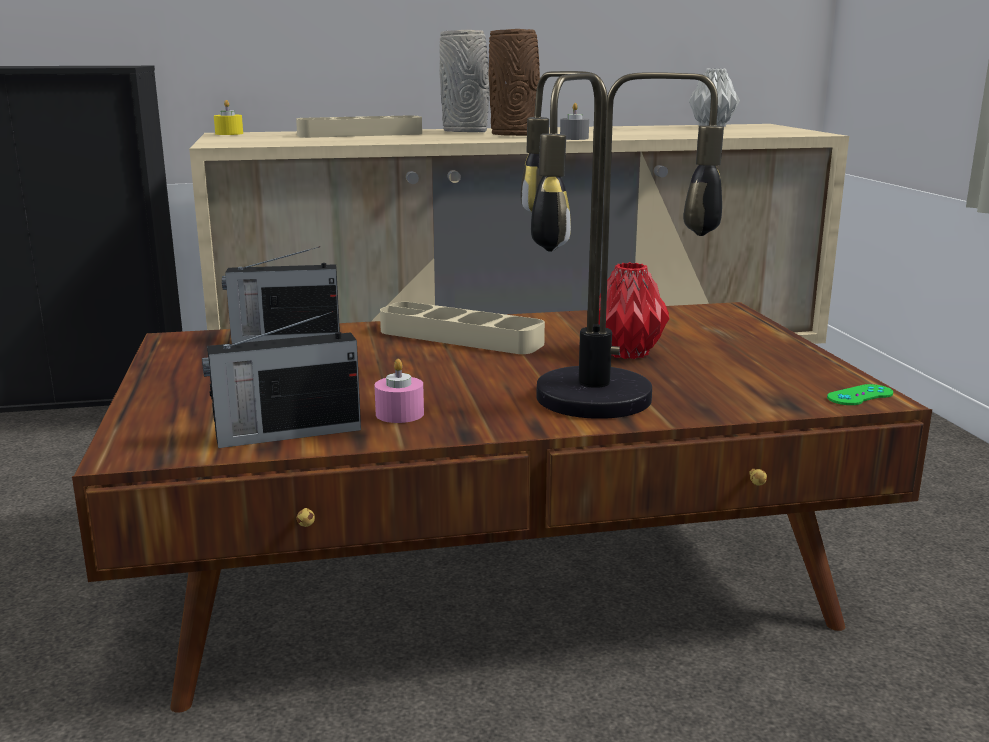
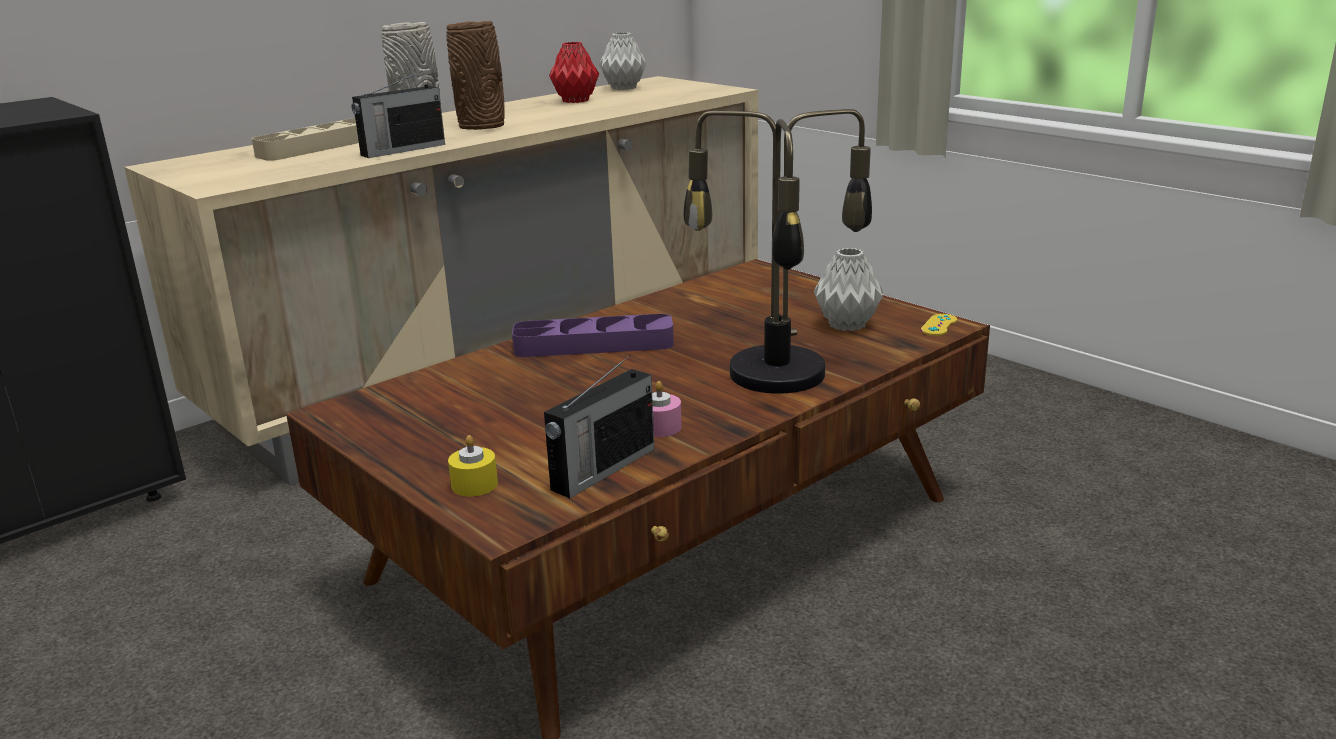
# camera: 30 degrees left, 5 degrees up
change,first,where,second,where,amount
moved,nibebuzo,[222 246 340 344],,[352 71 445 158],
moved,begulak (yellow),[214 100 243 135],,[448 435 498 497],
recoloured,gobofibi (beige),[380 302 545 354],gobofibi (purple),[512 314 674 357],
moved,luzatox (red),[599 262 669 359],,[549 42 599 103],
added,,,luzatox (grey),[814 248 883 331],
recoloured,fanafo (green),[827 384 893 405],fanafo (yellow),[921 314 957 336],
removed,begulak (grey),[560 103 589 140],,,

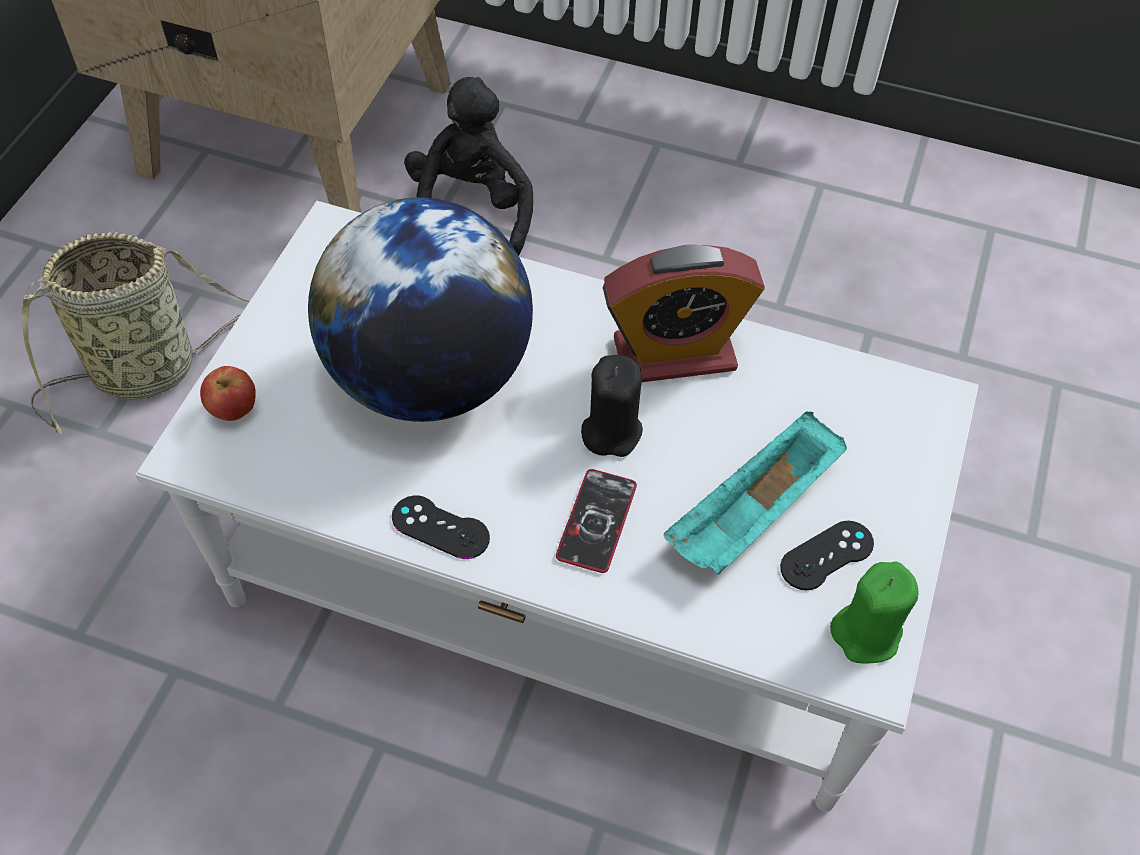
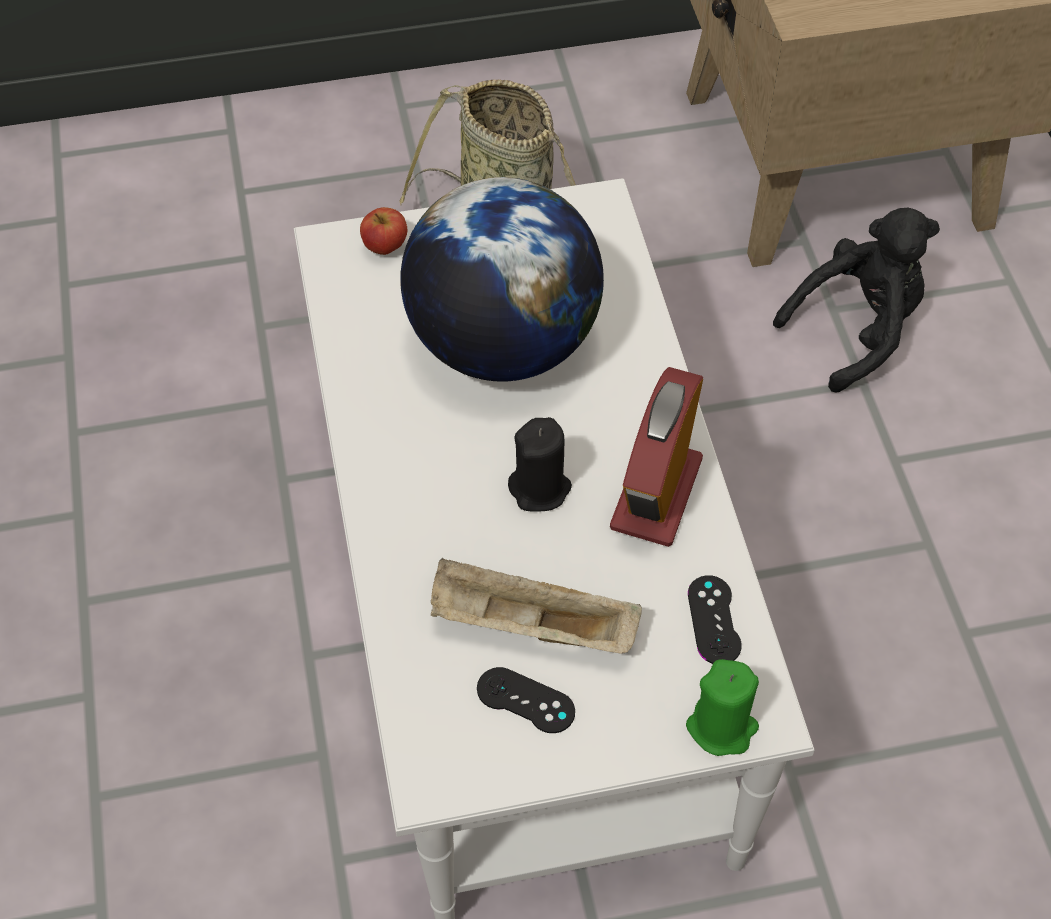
# camera: 60 degrees right, 0 degrees up
change,first,where,second,where,amount
recoloured,gobofibi (turquoise),[663 411 847 575],gobofibi (beige),[431 558 642 654],
turned,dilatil,[603 245 765 382],,[610 367 703 547],60 degrees clockwise
moved,begulak (green),[830 561 919 663],,[686 659 759 756],
moved,fanafo (black),[392 496 490 559],,[688 575 742 664],
removed,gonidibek,[556 469 637 573],,,

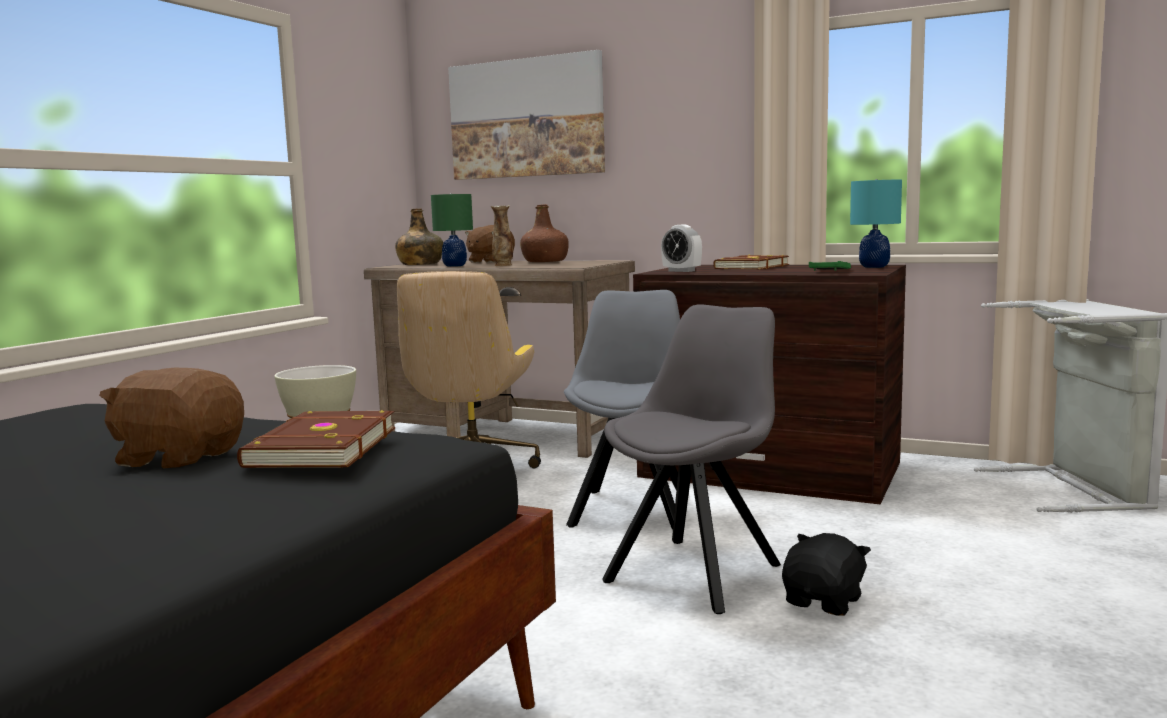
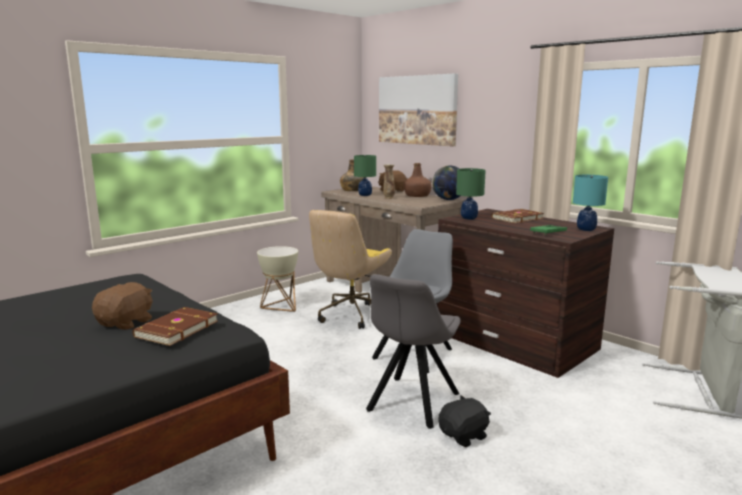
# camera: 20 degrees right, 5 degrees up
change,first,where,second,where,amount
turned,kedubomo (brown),[99 368 244 469],,[92 282 153 329],75 degrees clockwise
turned,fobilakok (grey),[602 304 781 614],,[366 274 461 429],150 degrees clockwise
added,,,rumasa,[432 165 460 200],
replaced,dilatil,[661 225 702 272],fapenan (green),[456 168 486 220],

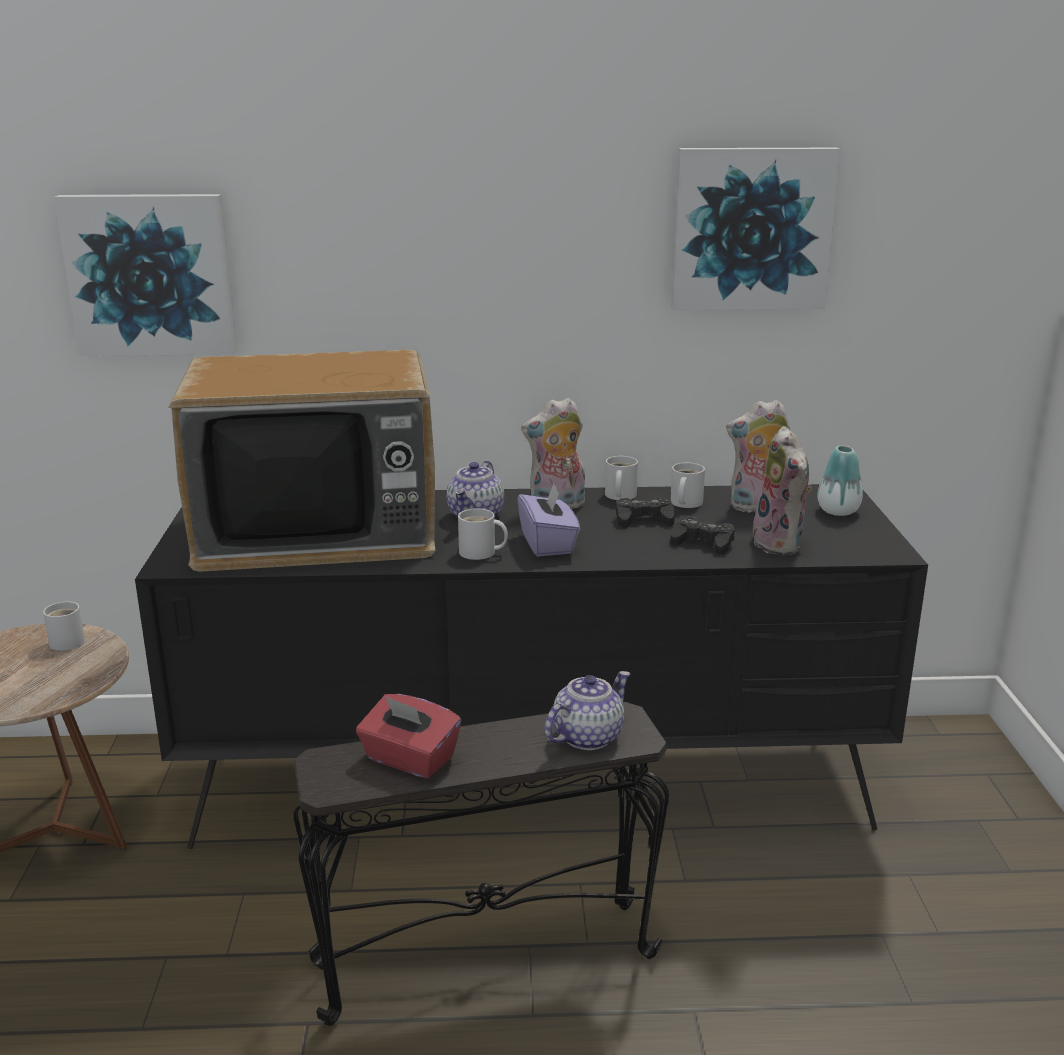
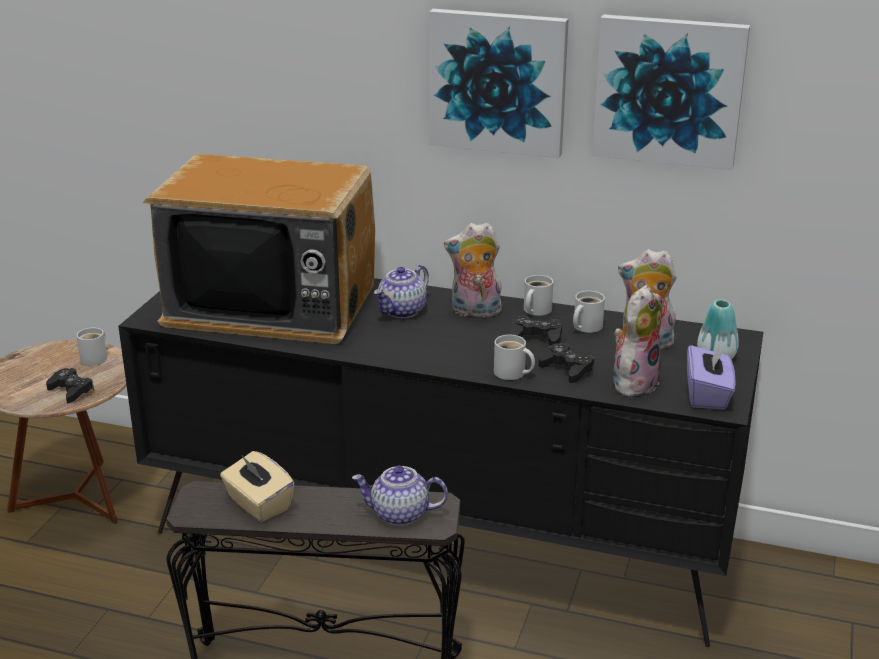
# camera: 20 degrees right, 5 degrees up
change,first,where,second,where,amount
added,,,fanafo (black),[46 368 94 403],
recoloured,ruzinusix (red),[356 694 461 778],ruzinusix (beige),[220 451 294 522],
turned,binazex,[544 671 631 750],,[352 466 448 526],150 degrees counterclockwise
moved,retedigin,[54 194 237 356],,[429 9 569 158],
moved,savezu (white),[458 508 508 560],,[494 335 535 380],
turned,kedubomo,[753 426 812 555],,[613 285 662 397],150 degrees counterclockwise
moved,ruzinusix (purple),[517 483 580 557],,[687 342 736 409],

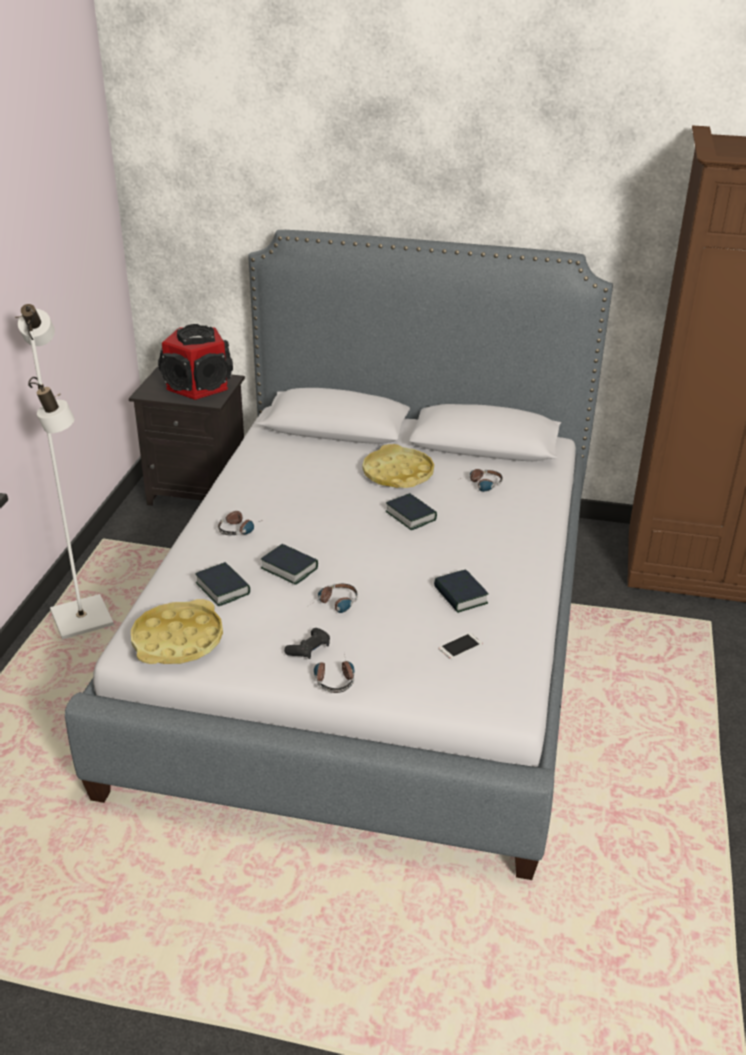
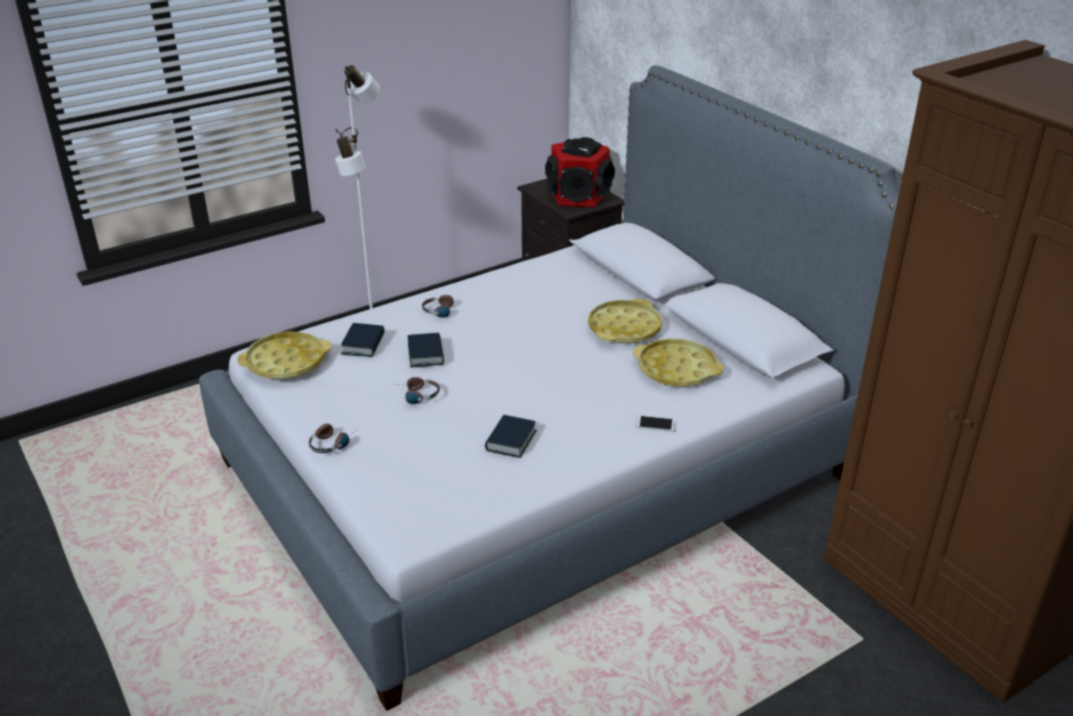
# camera: 45 degrees right, 0 degrees up
change,first,where,second,where,amount
replaced,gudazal,[460 469 503 492],gobofibi (yellow),[633 339 724 387],
moved,gonidibek,[439 633 483 659],,[636 415 676 432],
removed,fanafo (black),[284 628 330 659],,,
removed,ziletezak,[386 493 437 530],,,

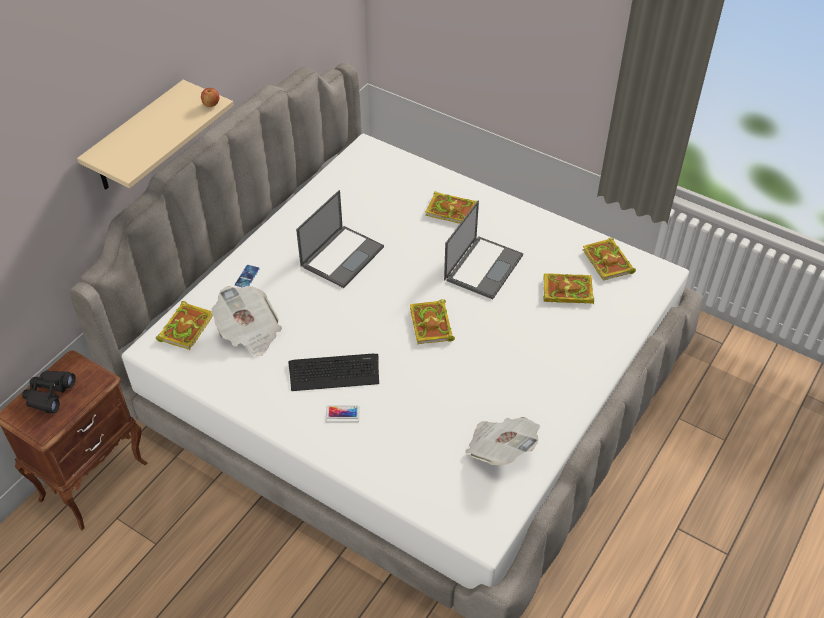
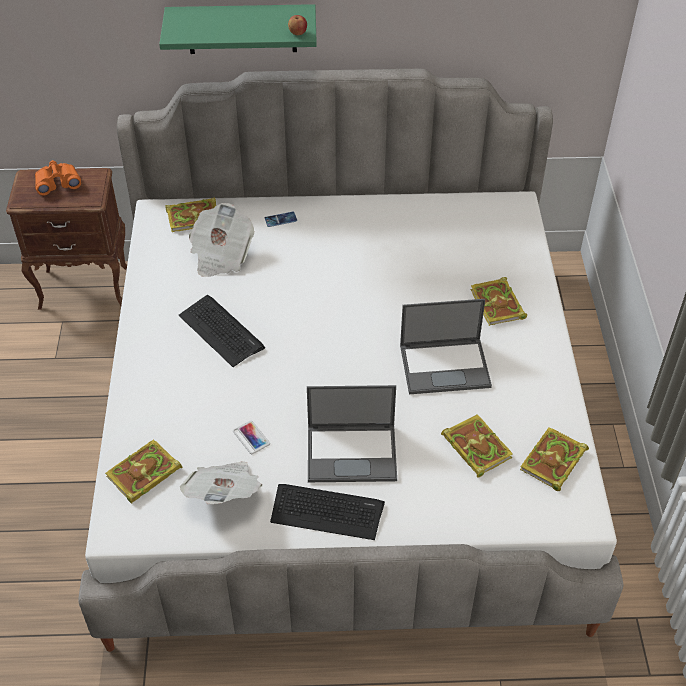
# camera: 55 degrees right, 0 degrees up
change,first,where,second,where,amount
recoloured,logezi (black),[22 370 76 414],logezi (orange),[35 160 81 196],
moved,ziletezak,[410 299 455 344],,[105 439 182 504],
recoloured,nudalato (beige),[77 80 234 190],nudalato (green),[159 4 317 54],
moved,gonidibek,[326 405 360 423],,[233 420 270 454],
added,,,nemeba,[270 484 385 540],
moved,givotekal,[296 190 384 288],,[307 385 397 482],

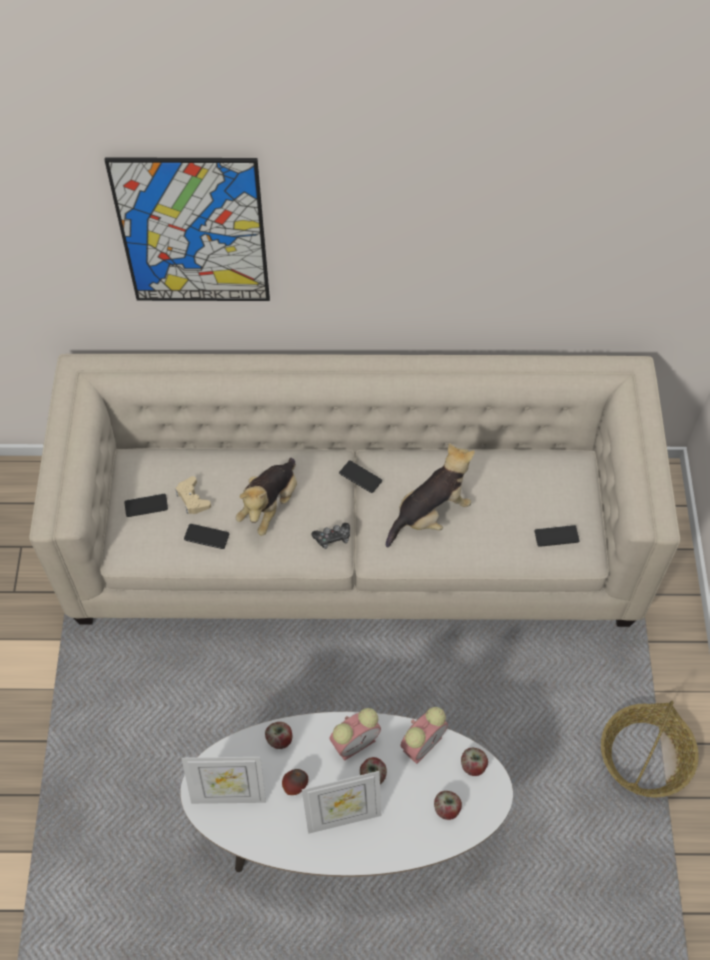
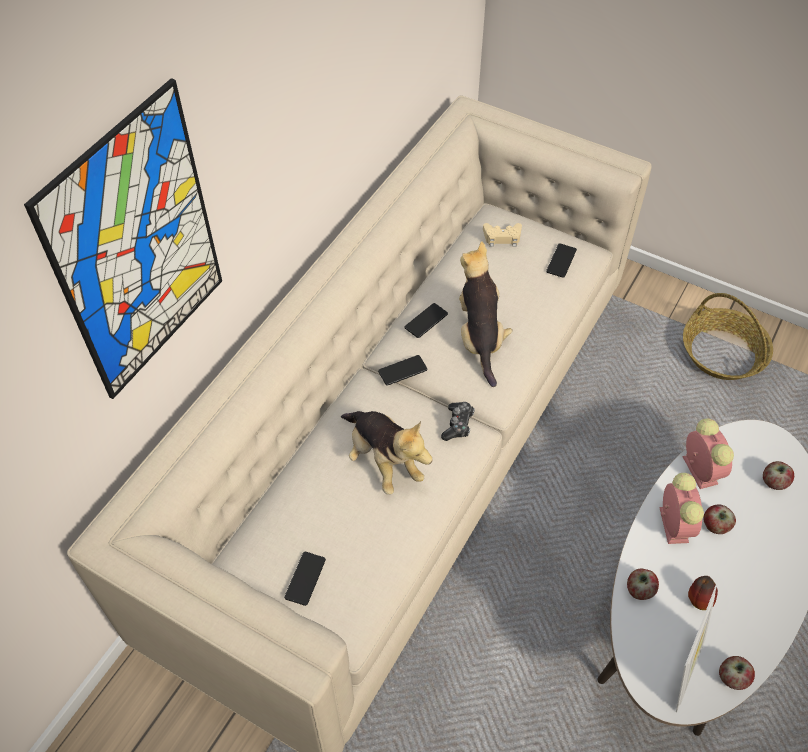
# camera: 60 degrees left, 5 degrees down
change,first,where,second,where,amount
moved,gonidibek,[184 524 229 549],,[404 303 448 338],
moved,fanafo (beige),[175 476 211 514],,[483 223 522 246],
moved,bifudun,[461 748 488 776],,[719 656 755 690],
removed,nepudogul,[302 771 382 834],,,

